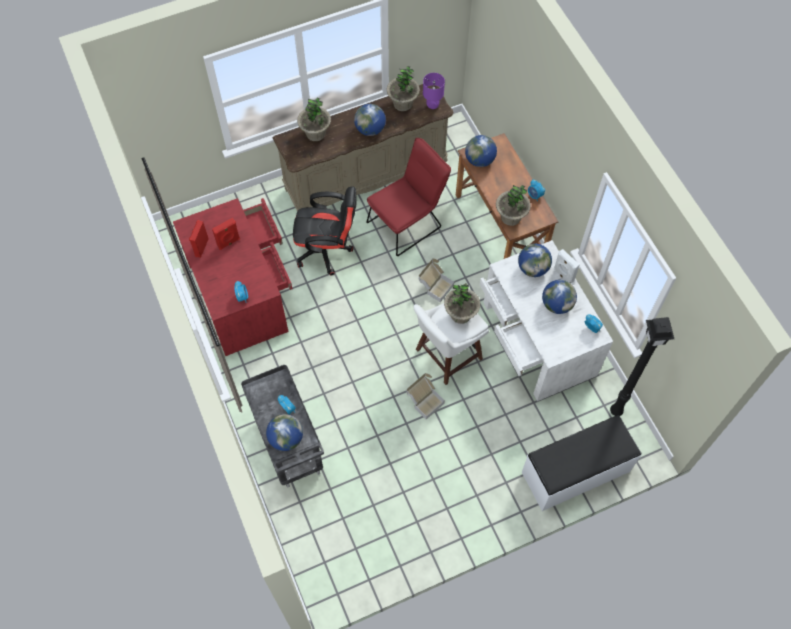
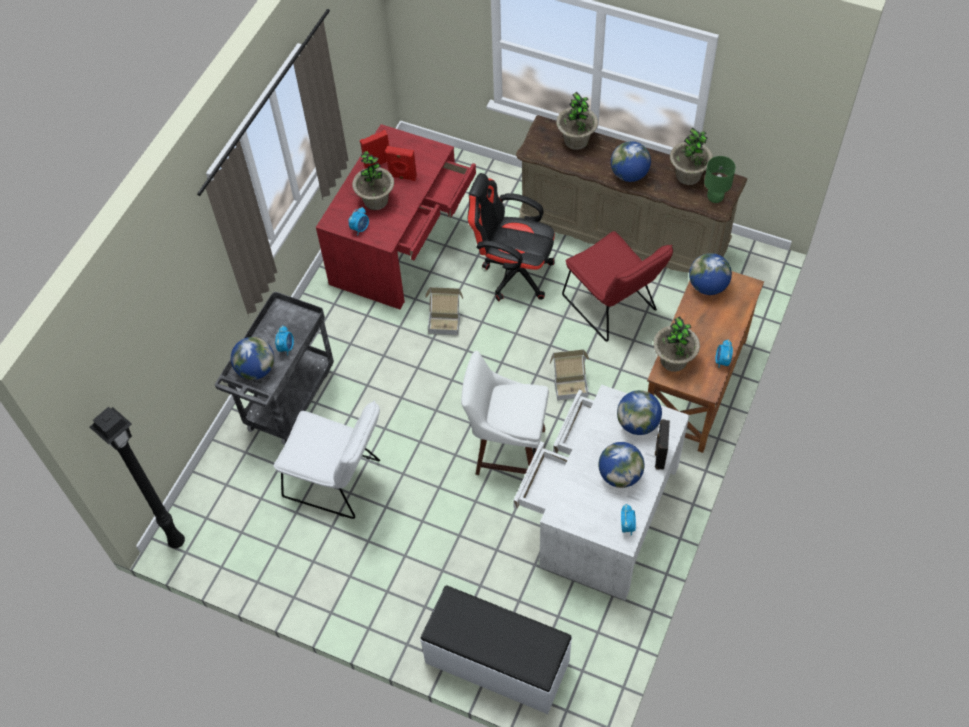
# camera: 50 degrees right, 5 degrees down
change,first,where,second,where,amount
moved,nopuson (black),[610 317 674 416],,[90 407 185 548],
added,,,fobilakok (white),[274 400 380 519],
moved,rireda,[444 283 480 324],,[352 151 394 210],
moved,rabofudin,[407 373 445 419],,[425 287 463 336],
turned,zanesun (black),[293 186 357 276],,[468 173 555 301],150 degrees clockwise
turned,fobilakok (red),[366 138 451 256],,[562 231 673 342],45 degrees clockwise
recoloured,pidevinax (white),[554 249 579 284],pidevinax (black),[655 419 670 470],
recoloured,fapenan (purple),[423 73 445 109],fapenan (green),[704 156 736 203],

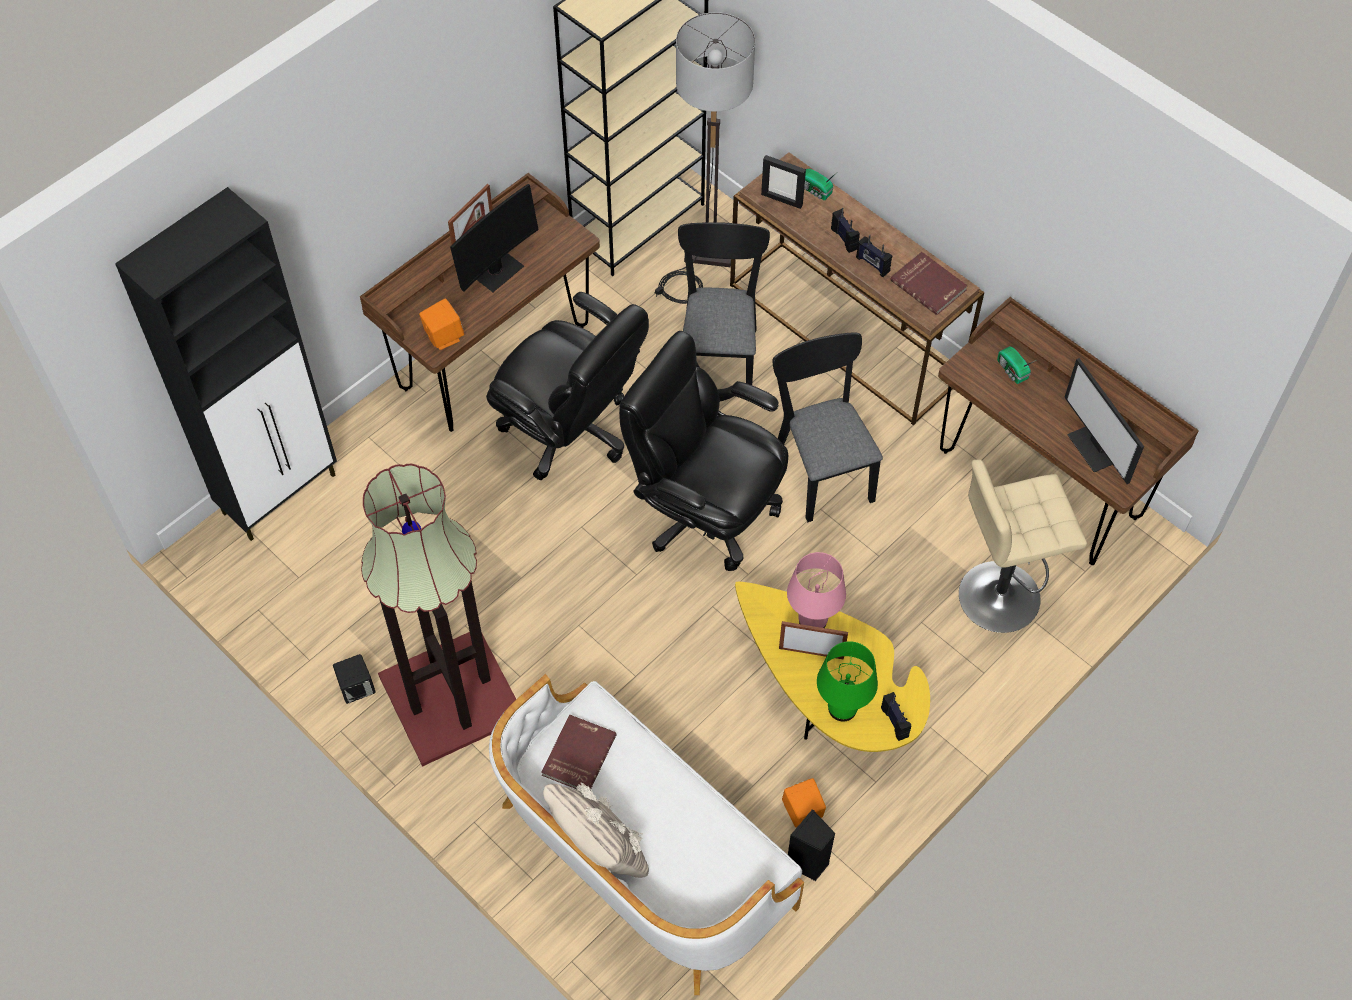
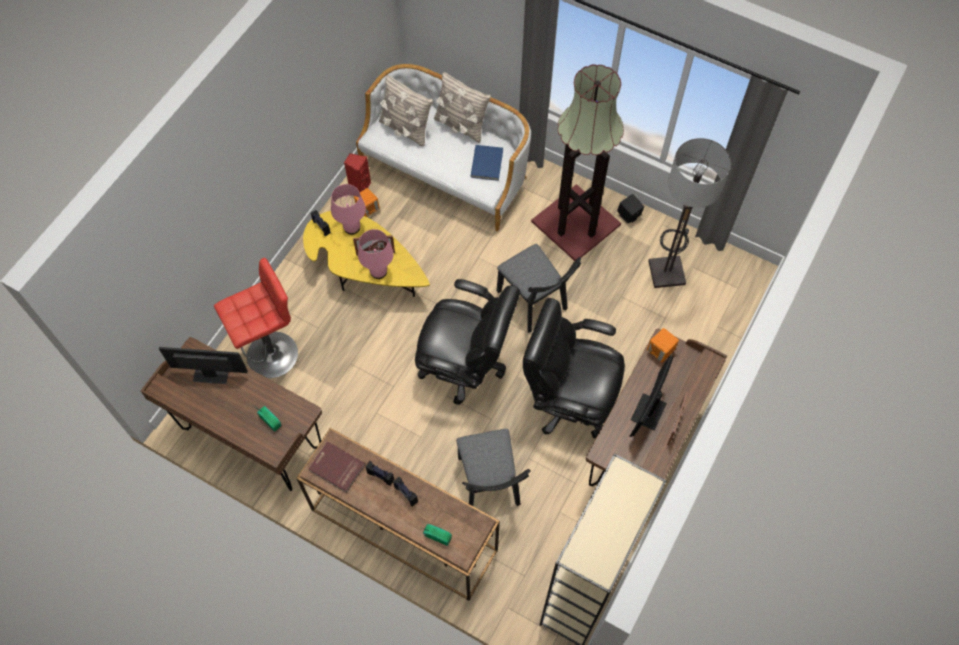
# camera: 165 degrees right, 5 degrees up
change,first,where,second,where,amount
turned,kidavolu,[1064 358 1144 484],,[159 347 248 384],45 degrees counterclockwise
recoloured,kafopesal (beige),[959 459 1087 633],kafopesal (red),[214 258 298 378],
recoloured,fapenan (green),[817 641 878 722],fapenan (pink),[331 184 366 235],
recoloured,pidevinax (black),[788 809 836 881],pidevinax (red),[344 153 371 193],
added,,,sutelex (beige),[379 75 433 147],
recoloured,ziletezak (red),[541 714 617 789],ziletezak (blue),[471 145 503 181],
moved,fobilakok (black),[772 333 883 522],,[497 244 581 333],
moved,nopuson,[655 12 755 304],,[649 138 731 288],
removed,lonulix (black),[115 187 337 541],,,
removed,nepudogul,[761 155 806 209],,,

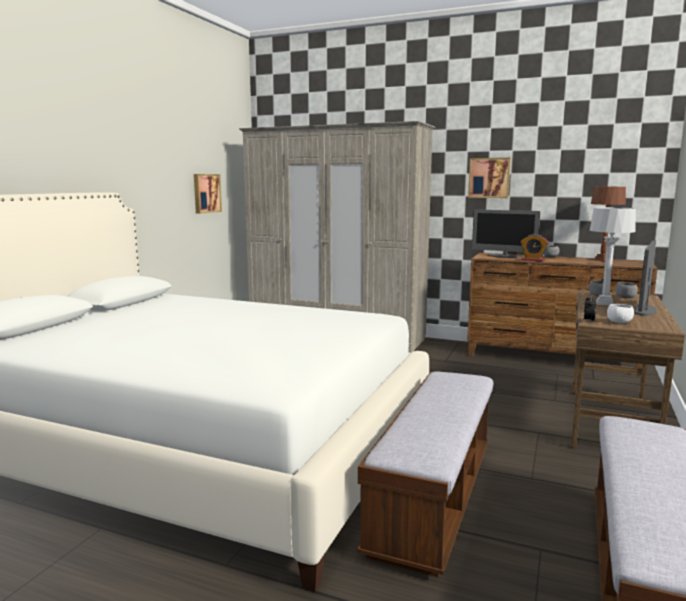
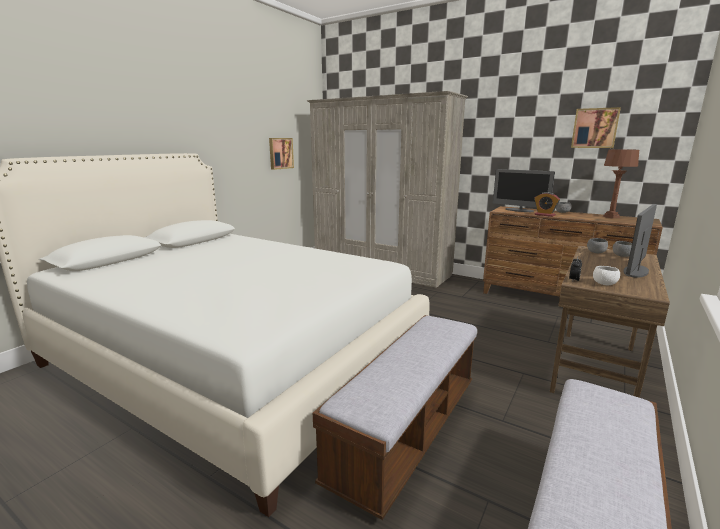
# camera: 10 degrees right, 5 degrees up
change,first,where,second,where,amount
moved,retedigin,[468 158 511 198],,[571 107 621 148],
removed,fapenan (grey),[590 207 636 306],,,

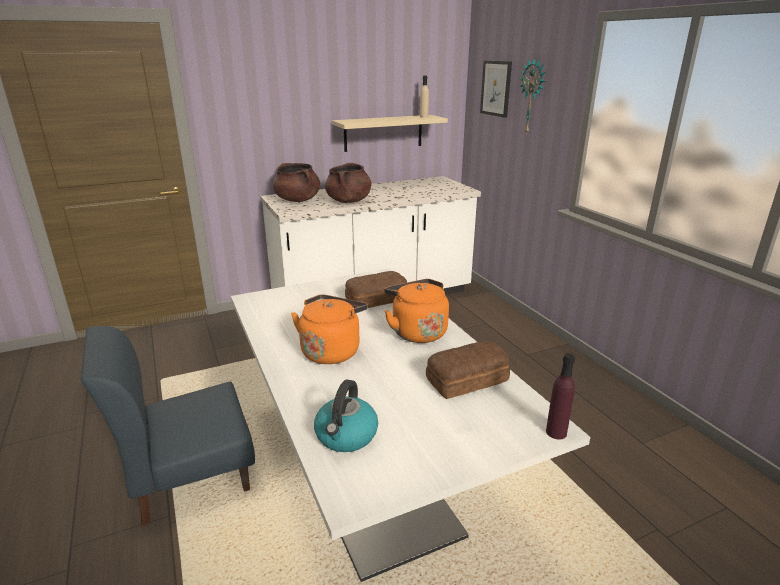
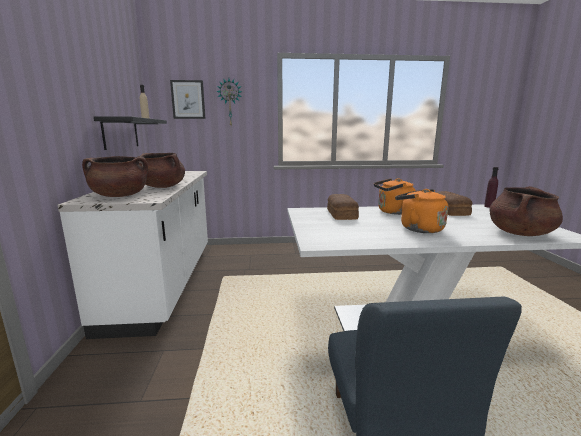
# camera: 70 degrees left, 10 degrees down
change,first,where,second,where,amount
recoloured,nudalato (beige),[332 115 448 152],nudalato (black),[94 116 167 150],
replaced,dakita,[314 380 378 452],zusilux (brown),[490 186 563 236],

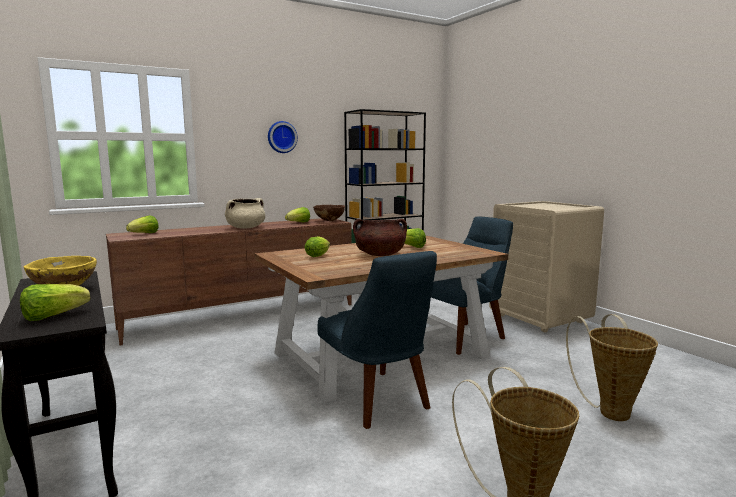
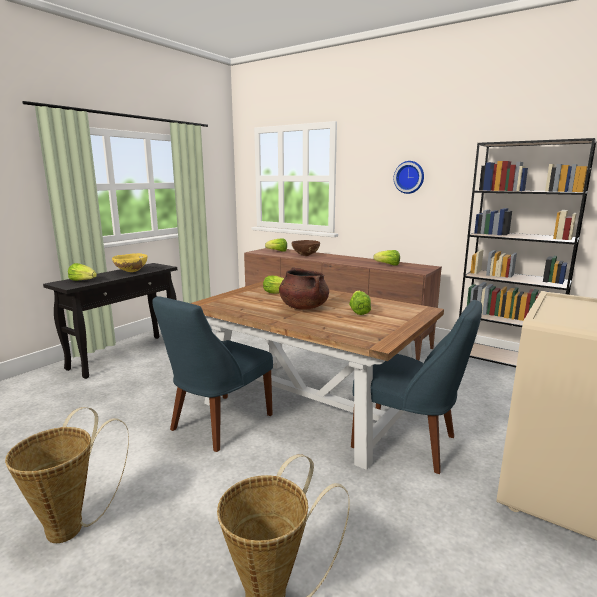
# camera: 65 degrees right, 5 degrees up
change,first,where,second,where,amount
moved,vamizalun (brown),[313 205 345 221],,[292 240 320 256],
removed,zusilux (beige),[225 198 265 229],,,

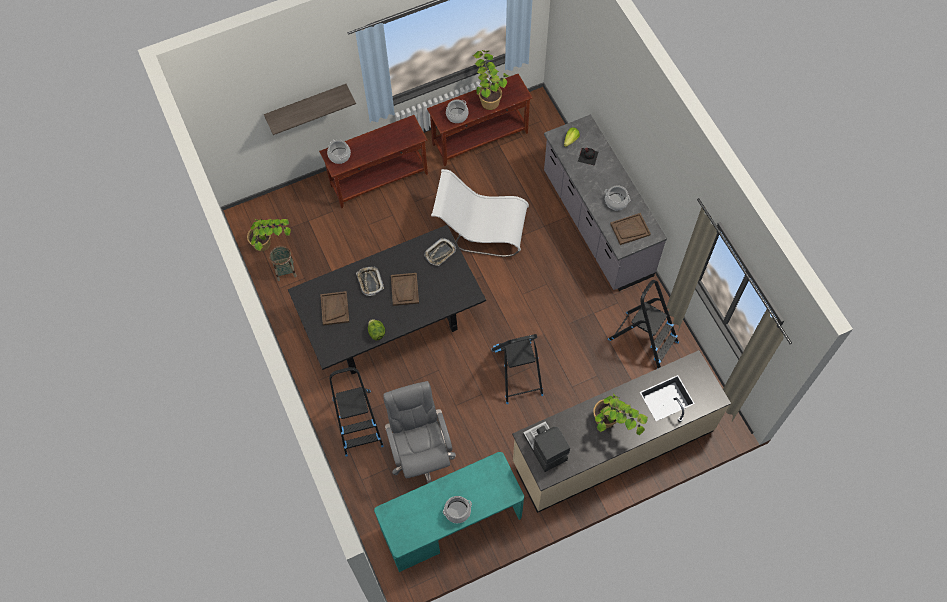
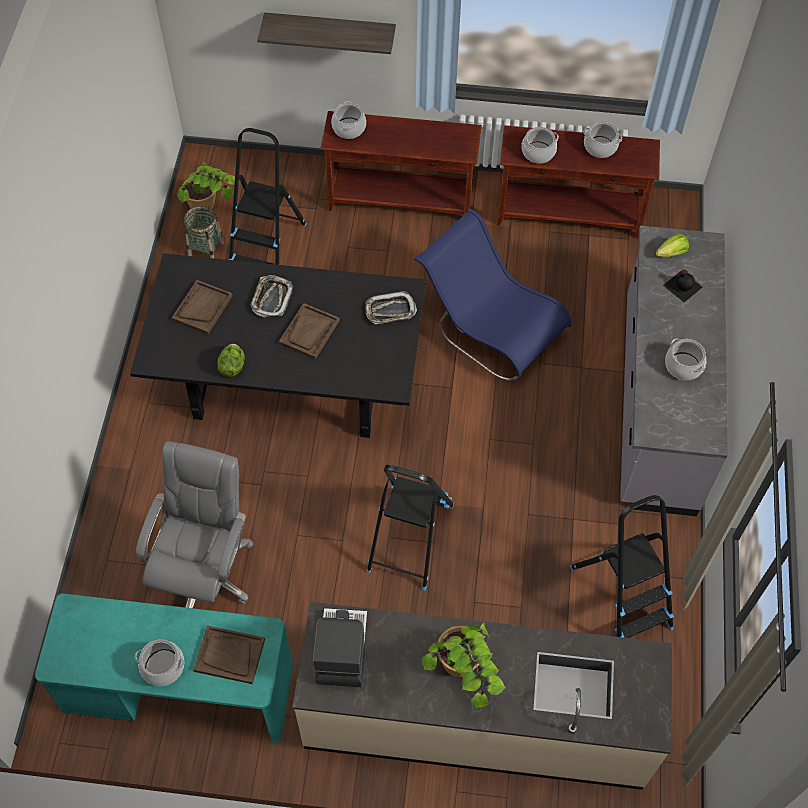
# camera: 30 degrees right, 5 degrees down
change,first,where,second,where,amount
moved,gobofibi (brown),[610 213 651 245],,[193 625 265 684],
moved,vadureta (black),[329 367 384 457],,[229 128 307 265],
recoloured,fobilakok (white),[431 169 529 257],fobilakok (blue),[414 208 572 381],
replaced,rireda,[473 50 509 110],zusilux,[583 121 622 158],

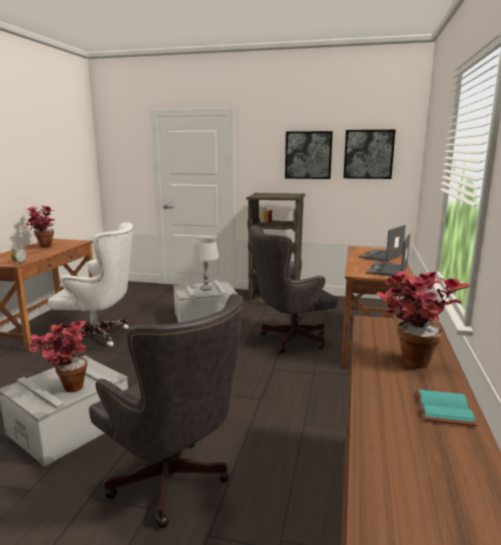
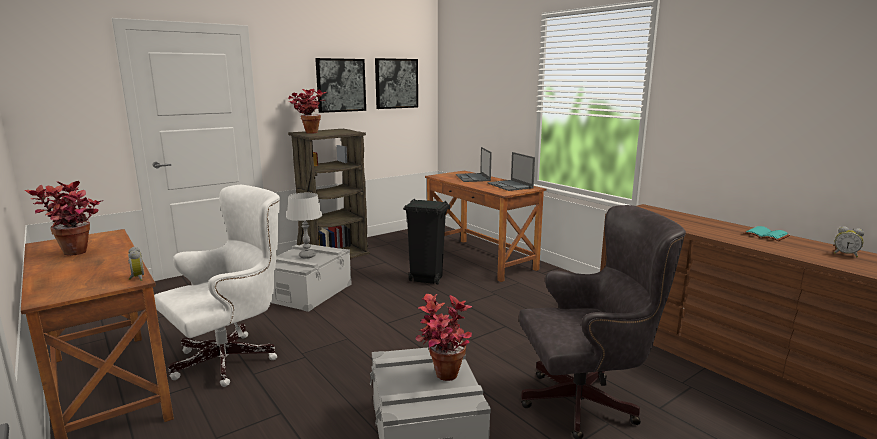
# camera: 50 degrees left, 0 degrees up
change,first,where,second,where,amount
moved,rireda,[376 271 471 369],,[288 89 327 134],
replaced,zanesun (grey),[250 225 337 353],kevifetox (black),[403 199 450 285],
added,,,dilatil,[834 226 864 257],

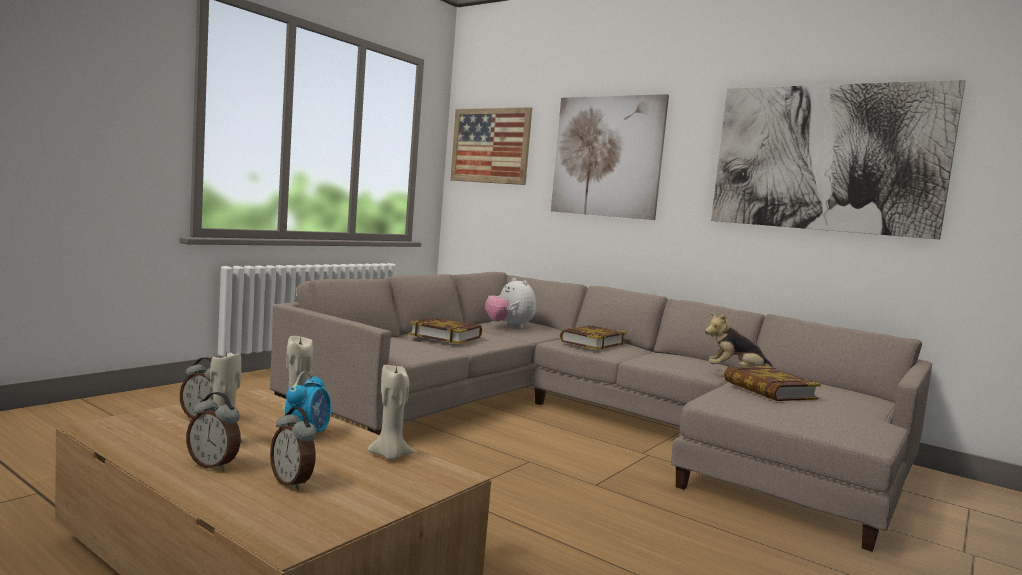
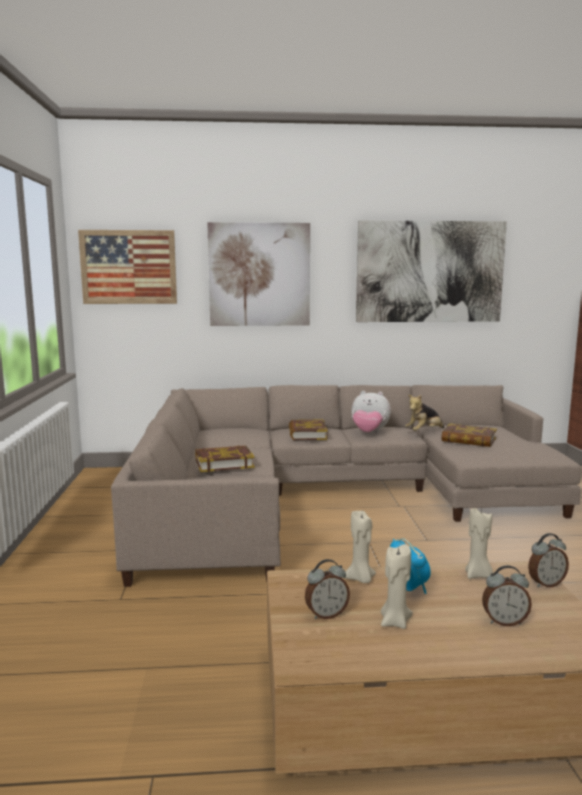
# camera: 40 degrees left, 5 degrees up
change,first,where,second,where,amount
moved,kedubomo,[485 278 536 328],,[351 391 391 433],
moved,dilatil,[186 392 241 471],,[528 533 569 587],

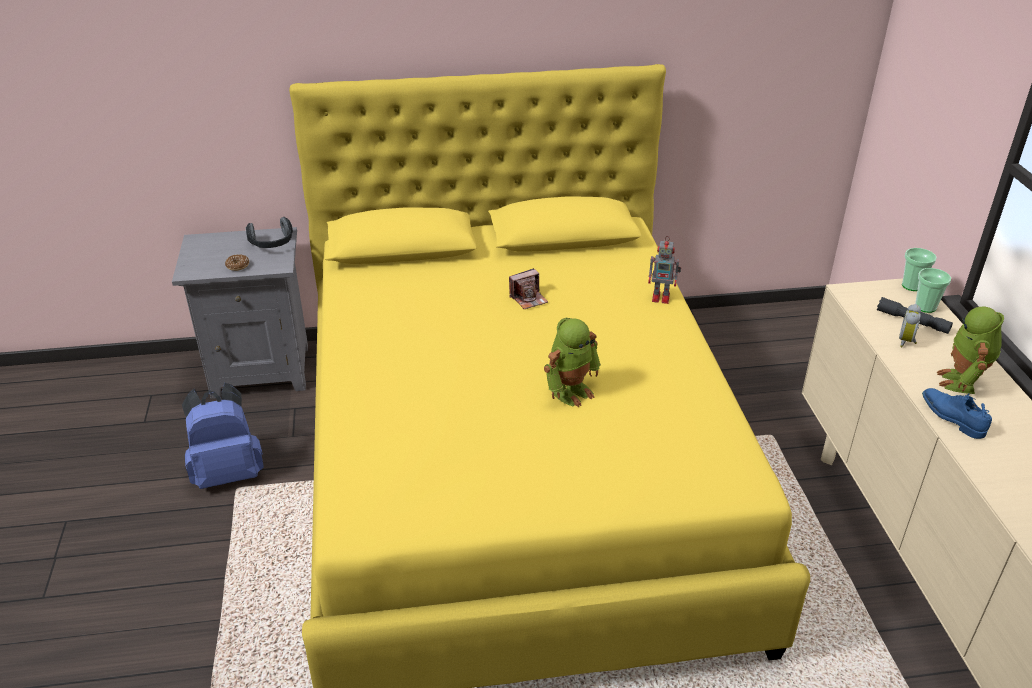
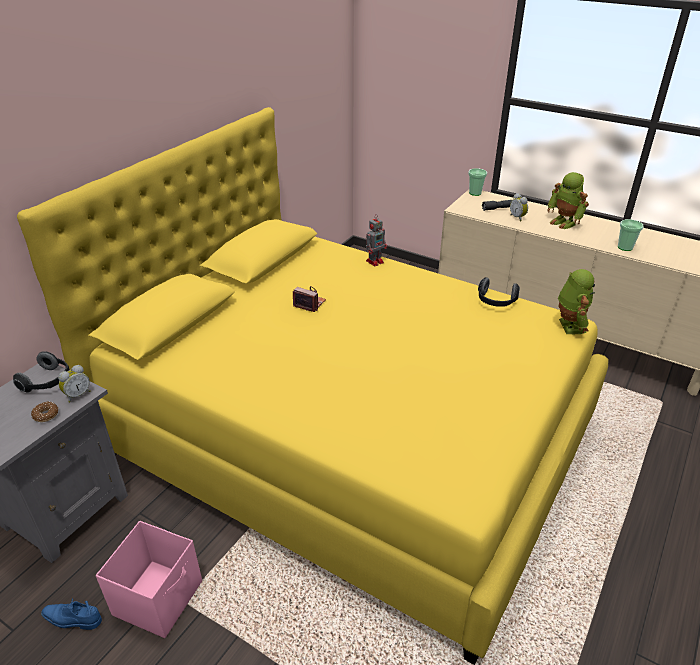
# camera: 50 degrees left, 0 degrees up
change,first,where,second,where,amount
moved,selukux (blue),[922 388 992 439],,[41 598 102 630],
added,,,dilatil,[58 365 90 403],
replaced,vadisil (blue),[182 382 264 489],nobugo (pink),[96 521 202 638],
turned,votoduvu,[509 268 548 309],,[293 286 326 312],75 degrees counterclockwise
added,,,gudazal,[478 277 520 307],
moved,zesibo,[544 318 601 407],,[558 269 595 334],
moved,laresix,[915 268 951 313],,[618 219 644 251],

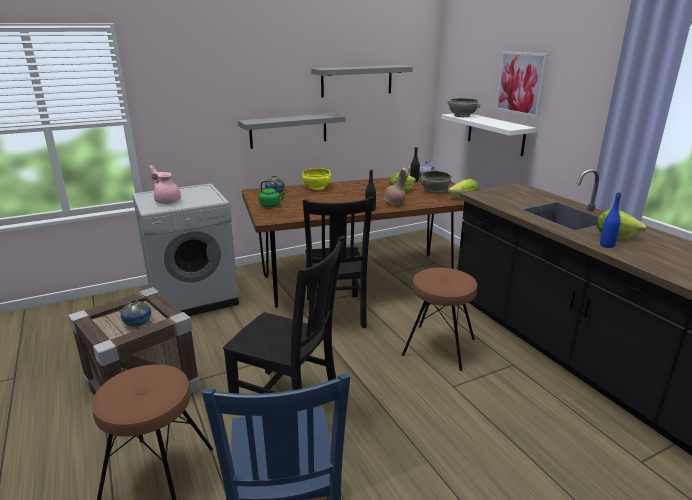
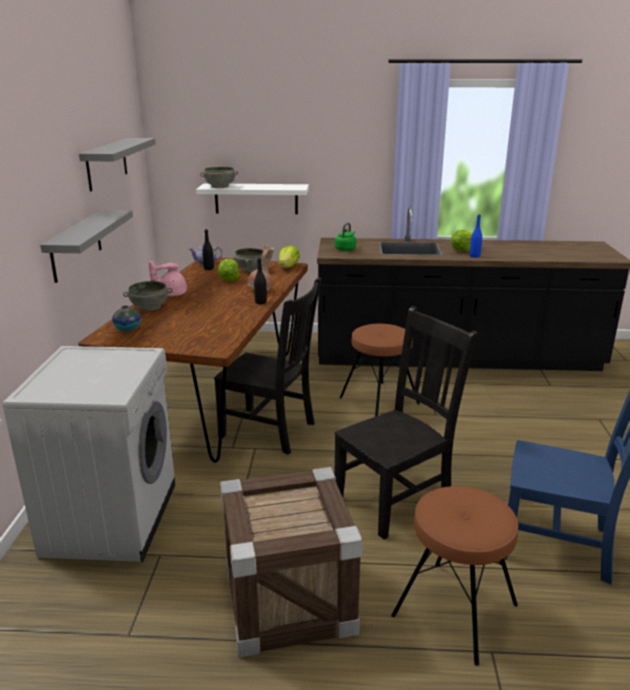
# camera: 60 degrees left, 0 degrees up
change,first,where,second,where,amount
recoloured,vamizalun (yellow),[302 168 331 190],vamizalun (grey),[123 281 172 311],
moved,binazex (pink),[150 165 181 204],,[148 261 187 296],
moved,dakita (green),[259 180 286 207],,[335 223 356 251],
removed,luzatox,[120 300 151 327],,,
removed,retedigin,[495 51 548 118],,,

